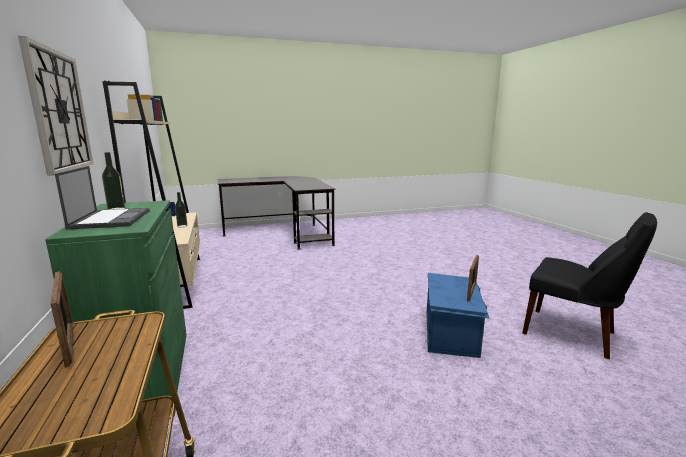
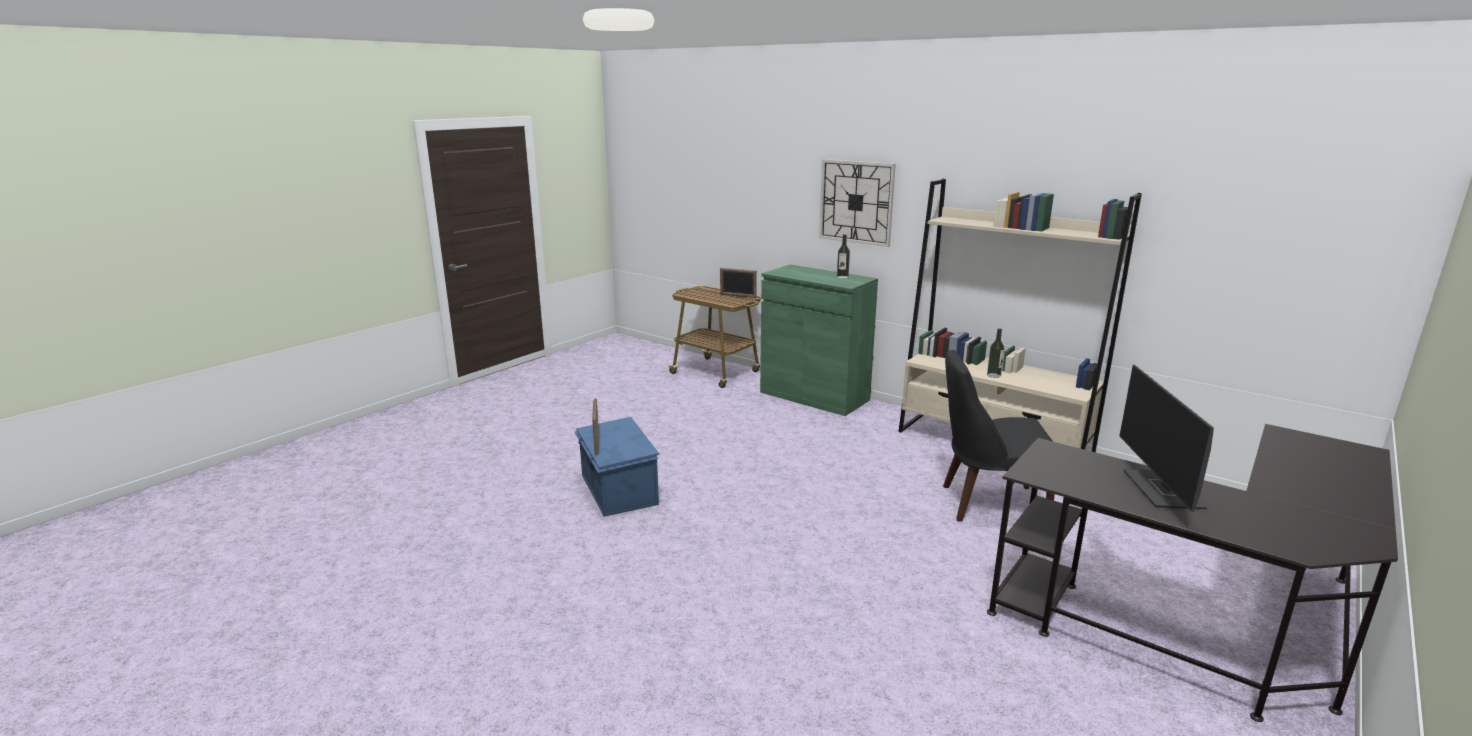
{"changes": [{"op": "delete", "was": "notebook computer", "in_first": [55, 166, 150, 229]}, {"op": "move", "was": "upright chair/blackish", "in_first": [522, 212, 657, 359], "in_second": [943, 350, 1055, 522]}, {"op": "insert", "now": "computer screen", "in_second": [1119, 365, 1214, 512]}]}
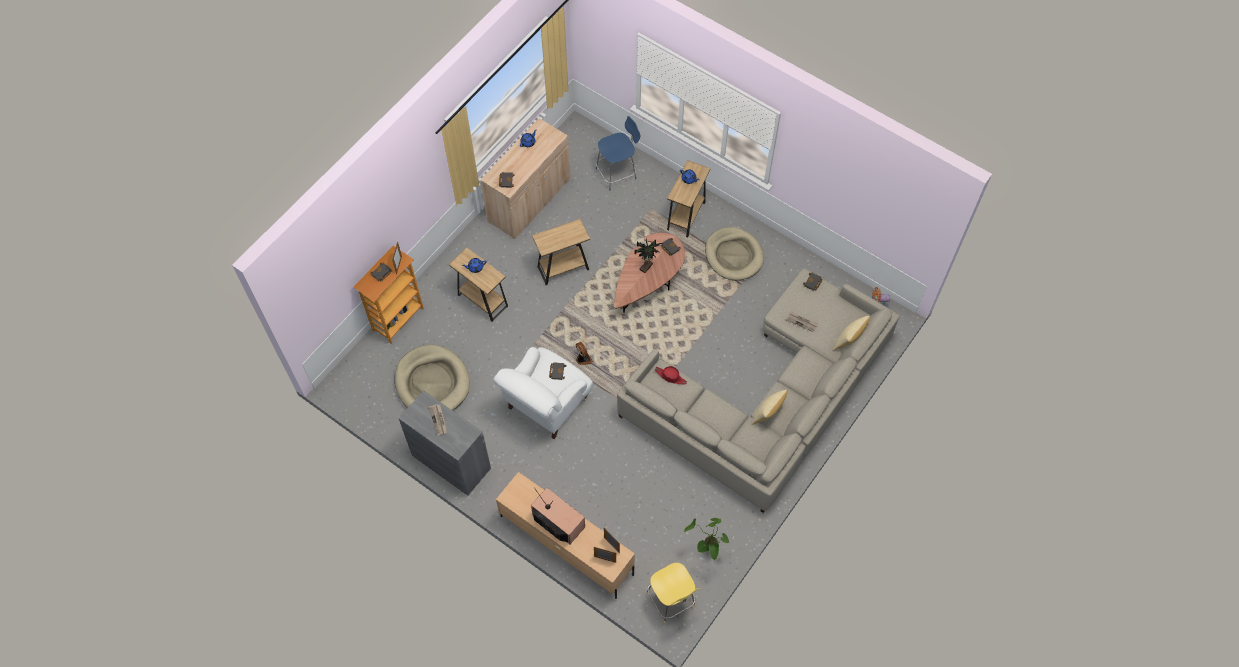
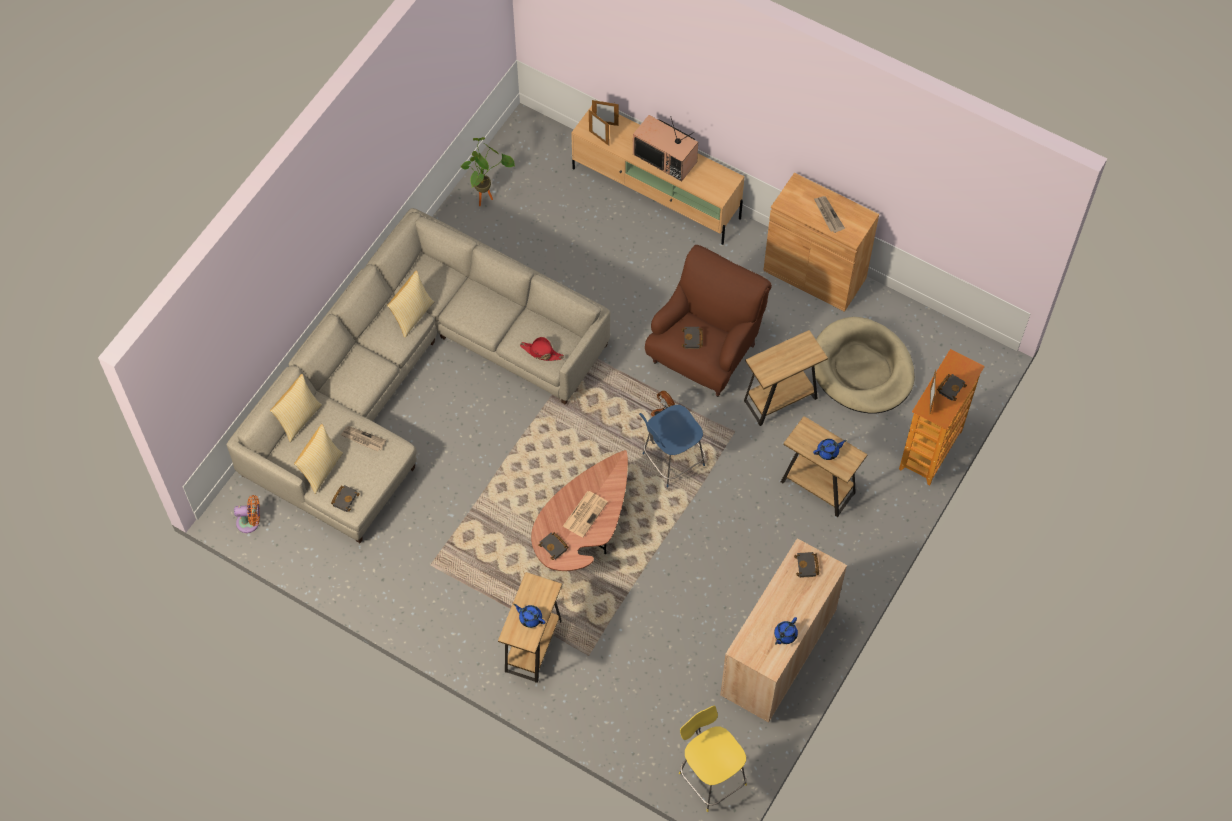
{"changes": [{"op": "move", "was": "sitting stool/blue", "in_first": [596, 116, 640, 190], "in_second": [639, 405, 705, 488]}, {"op": "move", "was": "accent table/brown", "in_first": [532, 219, 590, 285], "in_second": [744, 330, 828, 426]}, {"op": "delete", "was": "dog cushion/sand-coloured", "in_first": [705, 227, 764, 280]}, {"op": "replace", "was": "houseplant", "now": "daily paper", "in_first": [634, 240, 662, 273], "in_second": [563, 491, 608, 538]}, {"op": "recolor", "was": "lounge chair/white-coloured", "now": "lounge chair/brown", "in_first": [493, 347, 593, 439], "in_second": [645, 245, 772, 397]}, {"op": "recolor", "was": "storage cabinet/gray", "now": "storage cabinet/brown", "in_first": [398, 390, 491, 496], "in_second": [763, 172, 879, 312]}, {"op": "move", "was": "sitting stool/yellow", "in_first": [647, 563, 700, 623], "in_second": [679, 706, 747, 812]}, {"op": "insert", "now": "pillow", "in_second": [294, 424, 343, 494]}]}
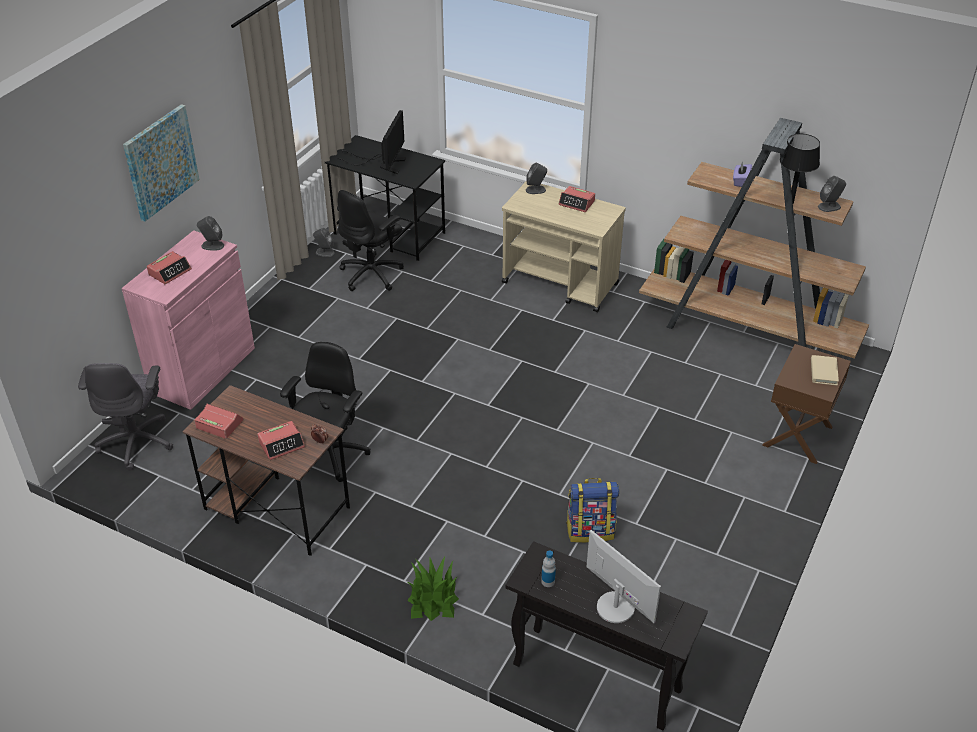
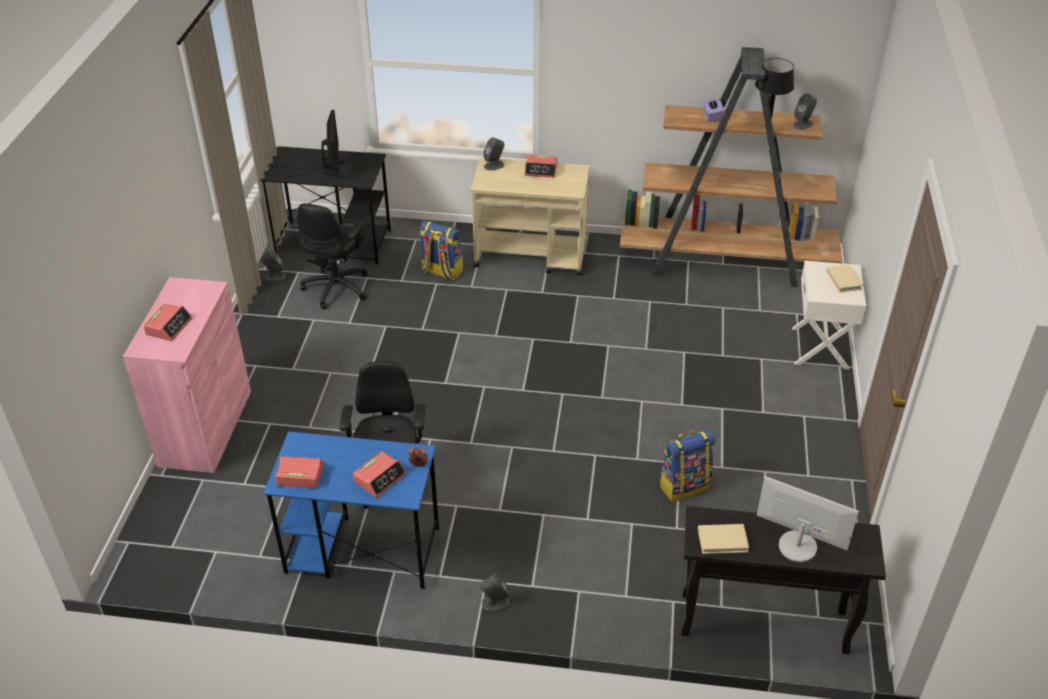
{"changes": [{"op": "delete", "was": "wall art", "in_first": [123, 104, 199, 222]}, {"op": "move", "was": "audio speaker/gray", "in_first": [197, 216, 224, 251], "in_second": [480, 573, 510, 611]}, {"op": "recolor", "was": "bedside table/brown", "now": "bedside table/white-coloured", "in_first": [762, 344, 851, 464], "in_second": [792, 261, 866, 369]}, {"op": "delete", "was": "office chair/gray", "in_first": [78, 363, 173, 471]}, {"op": "recolor", "was": "desk table/brown", "now": "desk table/blue", "in_first": [182, 385, 350, 556], "in_second": [263, 431, 439, 589]}, {"op": "replace", "was": "bottle", "now": "book/sand-coloured", "in_first": [541, 550, 556, 587], "in_second": [698, 524, 749, 554]}, {"op": "delete", "was": "houseplant", "in_first": [407, 557, 459, 621]}, {"op": "insert", "now": "backpack", "in_second": [420, 221, 463, 281]}]}
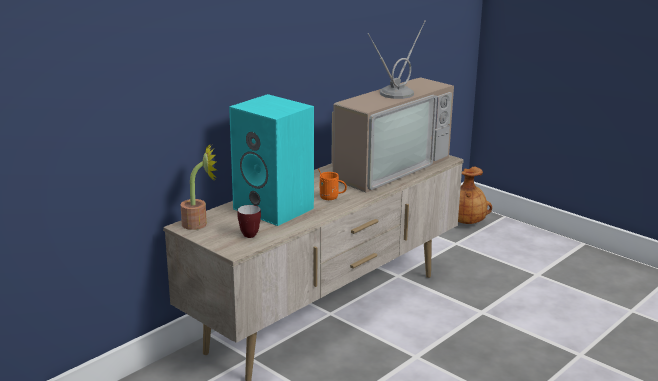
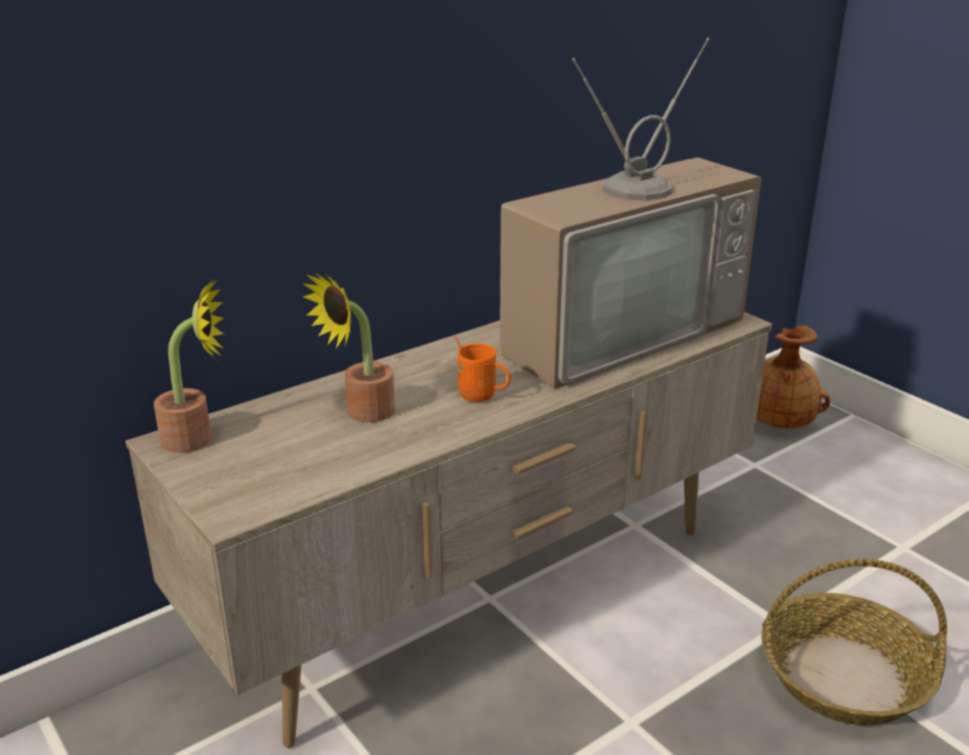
{"changes": [{"op": "replace", "was": "audio speaker/turquoise-coloured", "now": "houseplant", "in_first": [229, 94, 314, 226], "in_second": [303, 272, 395, 423]}, {"op": "delete", "was": "mug", "in_first": [237, 205, 261, 238]}, {"op": "insert", "now": "household basket", "in_second": [761, 559, 947, 725]}]}
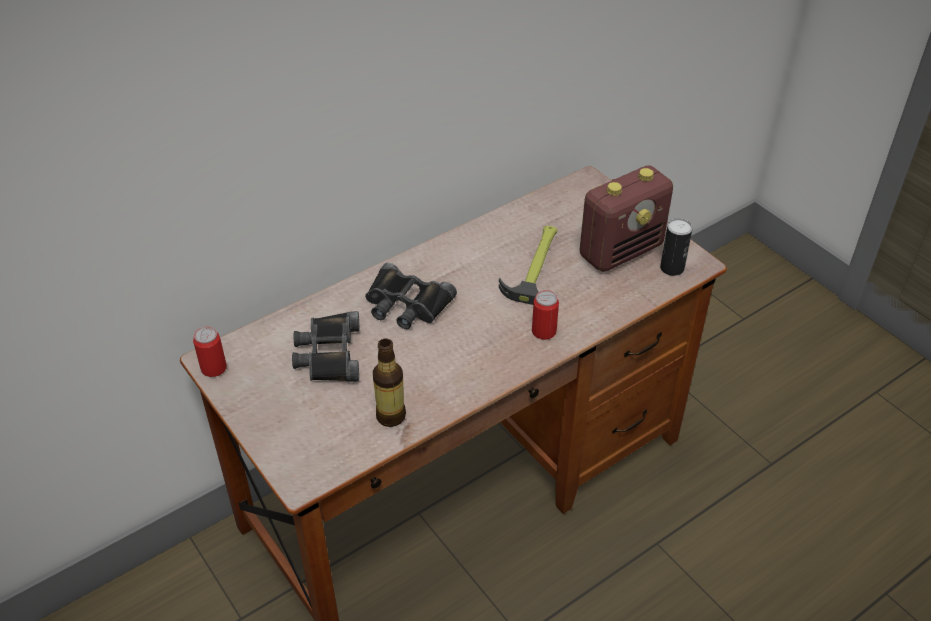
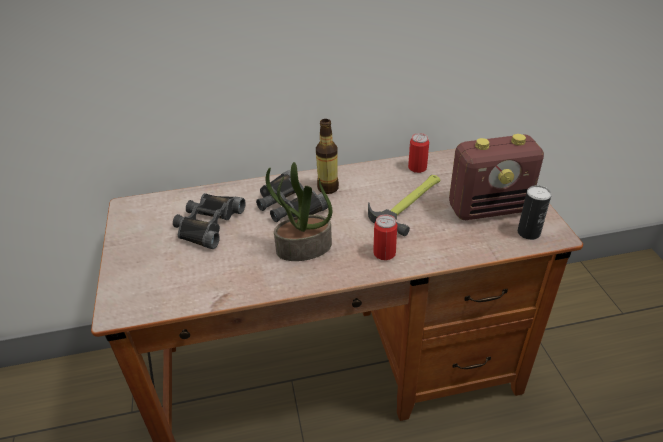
{"changes": [{"op": "move", "was": "sealed can", "in_first": [193, 326, 227, 377], "in_second": [408, 133, 429, 173]}, {"op": "move", "was": "bottle", "in_first": [373, 339, 406, 427], "in_second": [316, 119, 339, 194]}, {"op": "insert", "now": "houseplant", "in_second": [266, 162, 332, 261]}]}
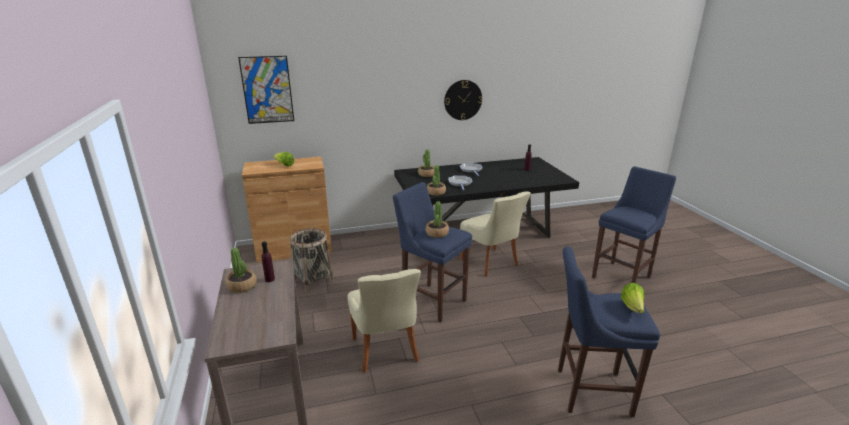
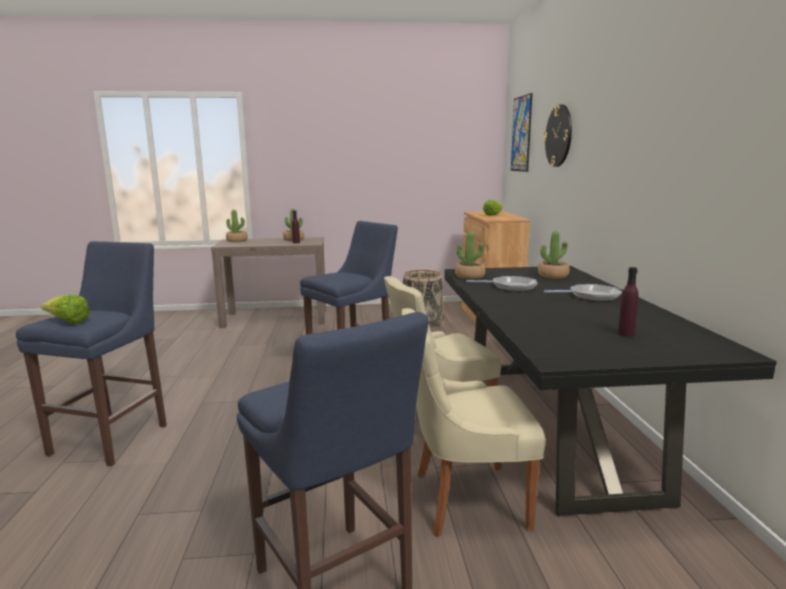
{"changes": [{"op": "move", "was": "hanging clock", "in_first": [444, 80, 482, 120], "in_second": [543, 104, 572, 167]}, {"op": "move", "was": "houseplant", "in_first": [426, 201, 449, 238], "in_second": [226, 210, 248, 242]}, {"op": "move", "was": "upright chair/sand-coloured", "in_first": [348, 269, 421, 373], "in_second": [401, 308, 546, 537]}]}
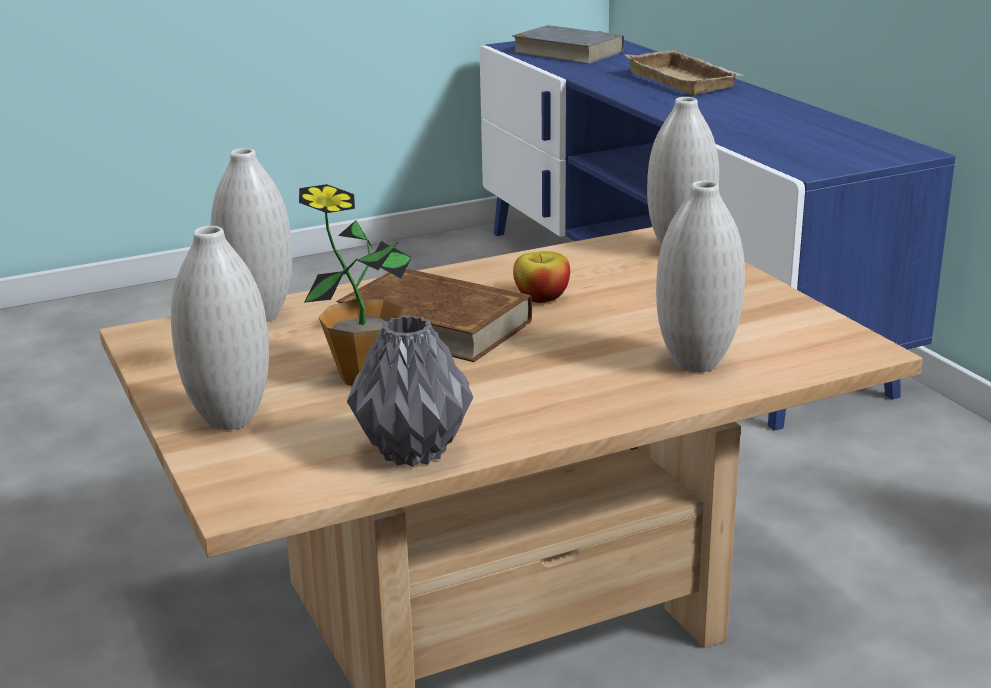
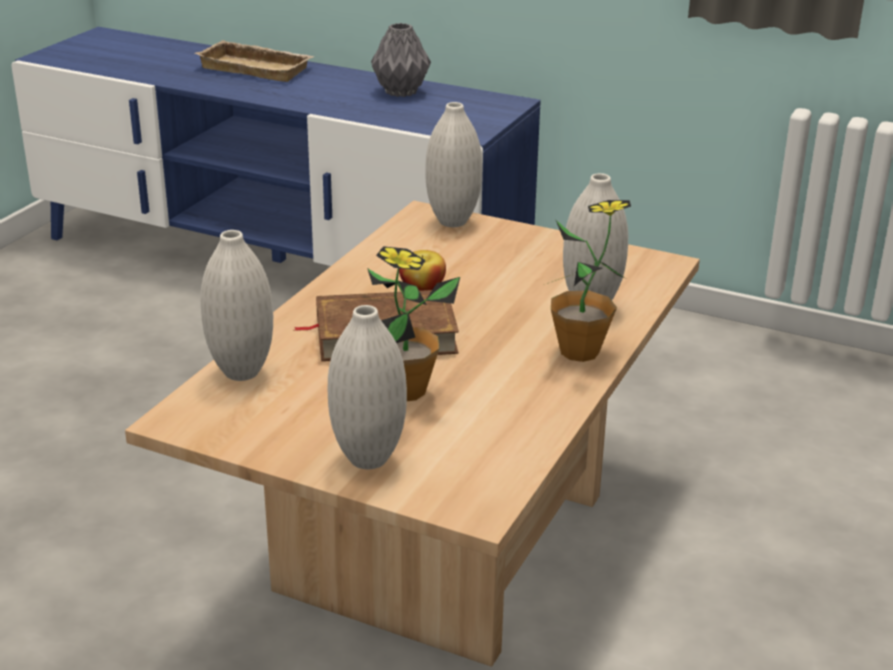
{"changes": [{"op": "delete", "was": "book/gray", "in_first": [512, 25, 624, 64]}, {"op": "move", "was": "vase/gray", "in_first": [347, 315, 473, 467], "in_second": [371, 23, 431, 97]}, {"op": "insert", "now": "houseplant", "in_second": [544, 200, 631, 362]}]}
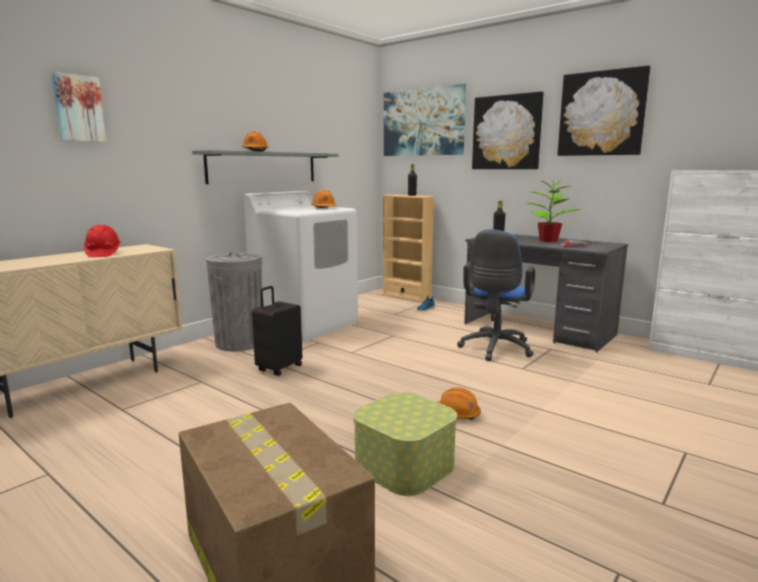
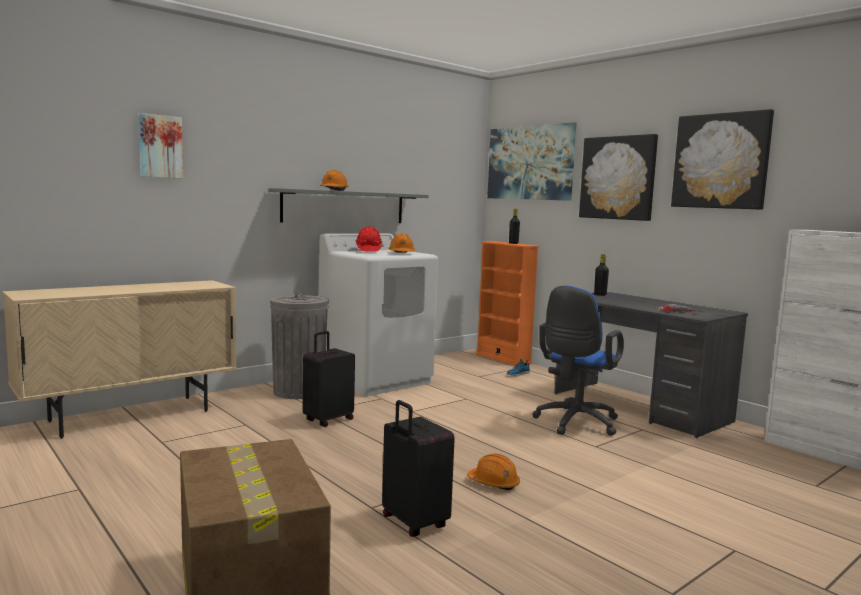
{"changes": [{"op": "delete", "was": "houseplant", "in_first": [529, 180, 582, 242]}, {"op": "recolor", "was": "bookcase/sand-coloured", "now": "bookcase/orange", "in_first": [382, 194, 435, 302], "in_second": [476, 241, 539, 366]}, {"op": "move", "was": "hard hat/red-coloured", "in_first": [84, 225, 121, 257], "in_second": [356, 227, 382, 252]}, {"op": "replace", "was": "storage container", "now": "piece of luggage/blackish", "in_first": [353, 392, 457, 496], "in_second": [382, 400, 455, 537]}]}
